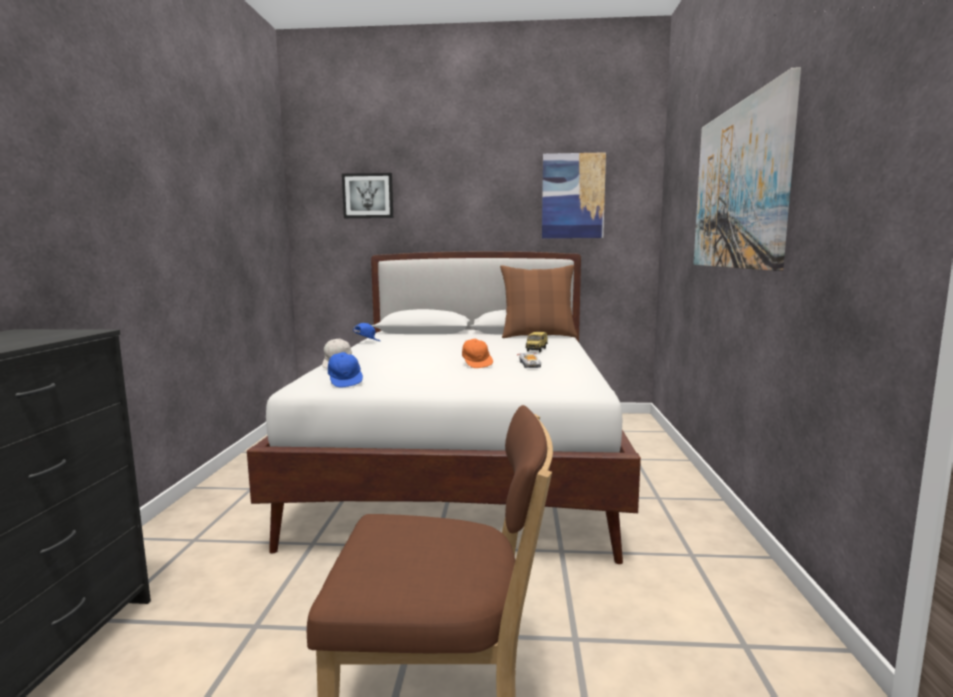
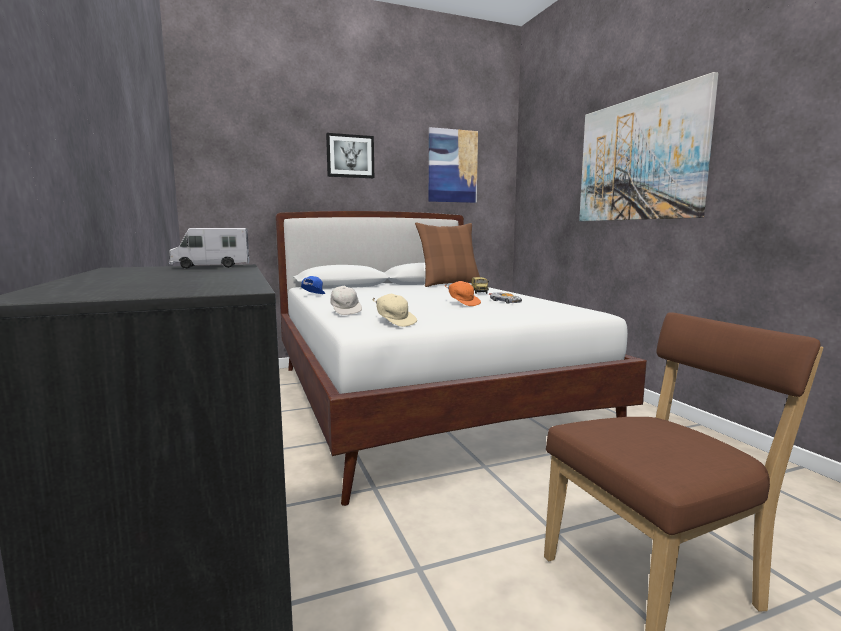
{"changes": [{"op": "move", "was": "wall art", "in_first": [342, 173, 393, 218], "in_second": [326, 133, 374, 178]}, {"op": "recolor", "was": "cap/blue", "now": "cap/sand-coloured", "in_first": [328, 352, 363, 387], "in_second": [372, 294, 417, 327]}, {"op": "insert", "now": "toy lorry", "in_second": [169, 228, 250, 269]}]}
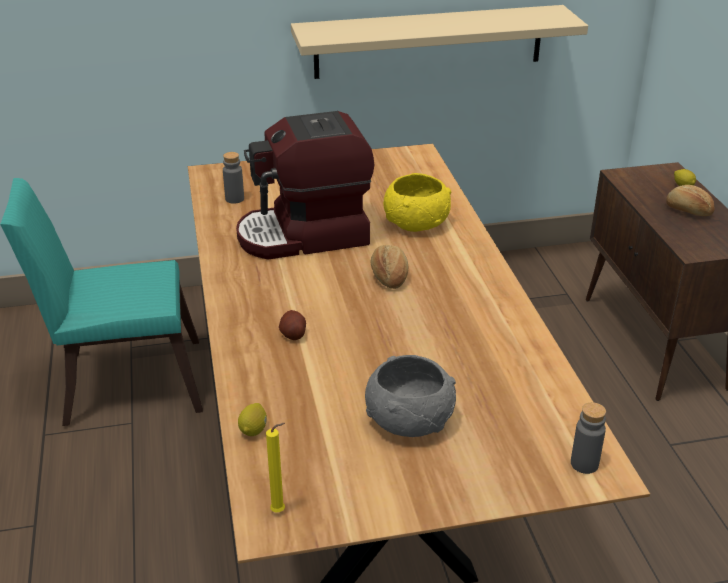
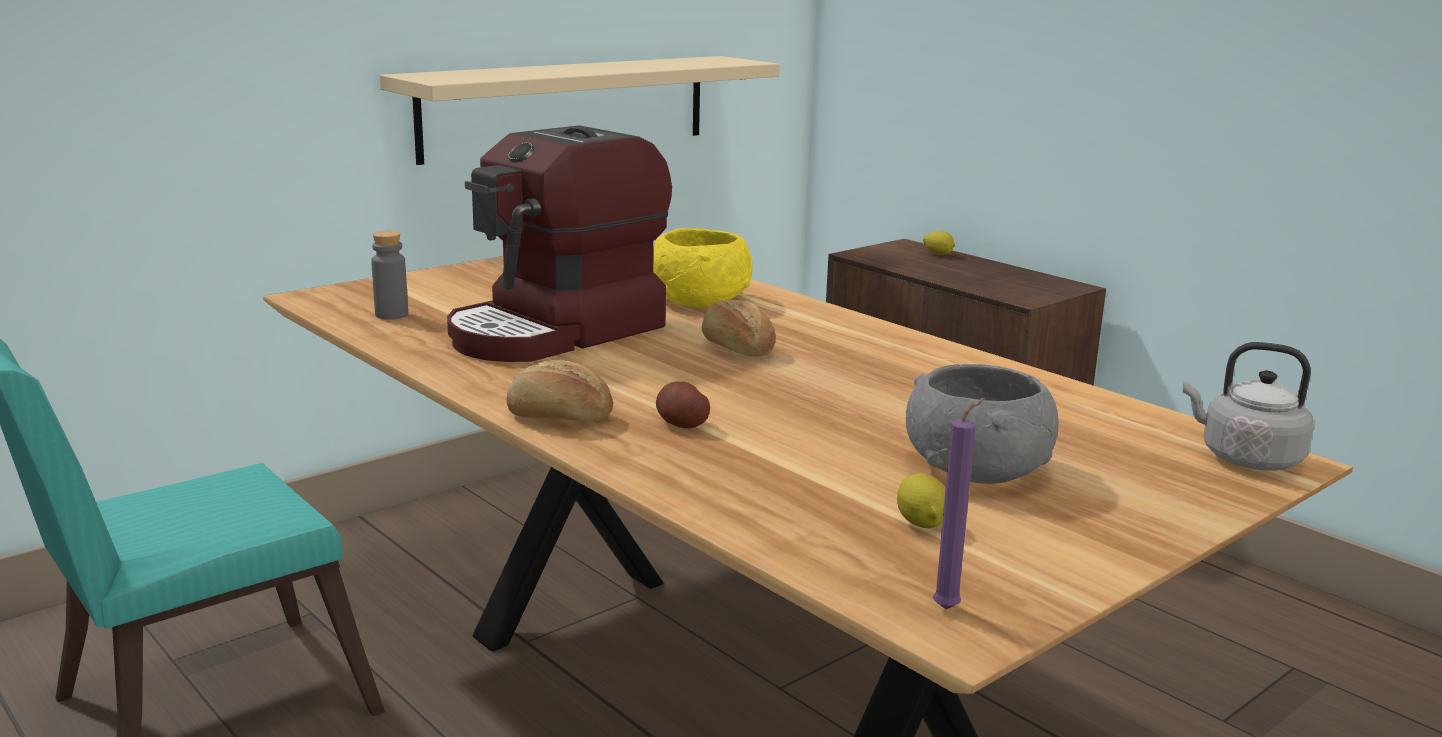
{"changes": [{"op": "move", "was": "bakery bread", "in_first": [666, 185, 715, 216], "in_second": [506, 360, 613, 421]}, {"op": "replace", "was": "bottle/gray", "now": "kettle/gray", "in_first": [571, 402, 606, 474], "in_second": [1182, 342, 1314, 471]}, {"op": "move", "was": "citrus fruit", "in_first": [238, 403, 267, 436], "in_second": [897, 473, 946, 529]}, {"op": "recolor", "was": "wax light/yellow", "now": "wax light/purple-coloured", "in_first": [266, 423, 285, 513], "in_second": [933, 397, 985, 609]}]}
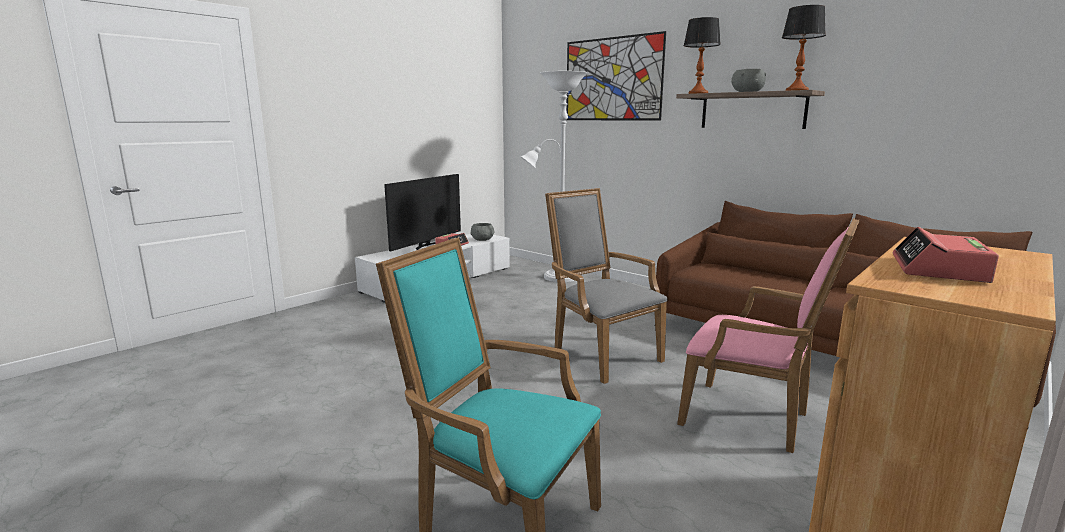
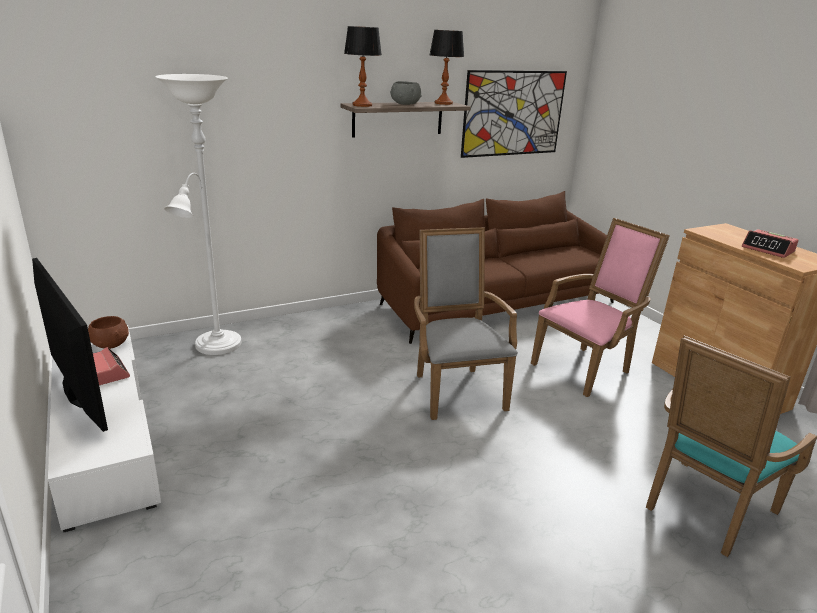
{"changes": [{"op": "move", "was": "wall art", "in_first": [566, 31, 666, 121], "in_second": [461, 70, 567, 158]}, {"op": "rotate", "was": "lounge chair/gray", "in_first": [545, 188, 668, 384], "in_second": [414, 227, 518, 420], "clockwise": 90}, {"op": "recolor", "was": "bowl/gray", "now": "bowl/brown", "in_first": [470, 223, 494, 241], "in_second": [88, 316, 129, 349]}]}
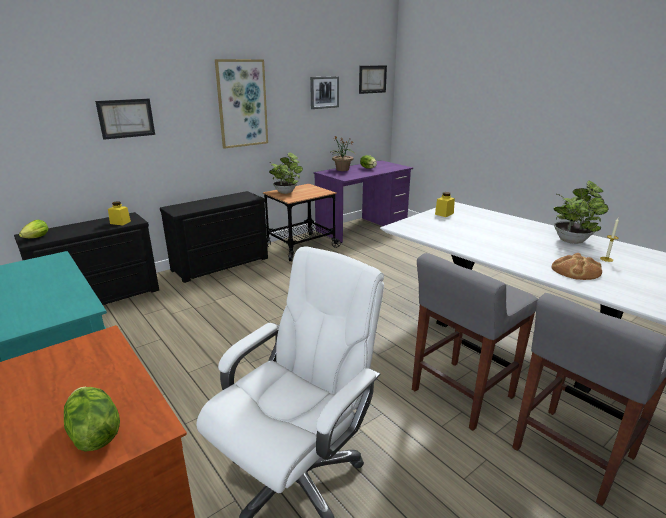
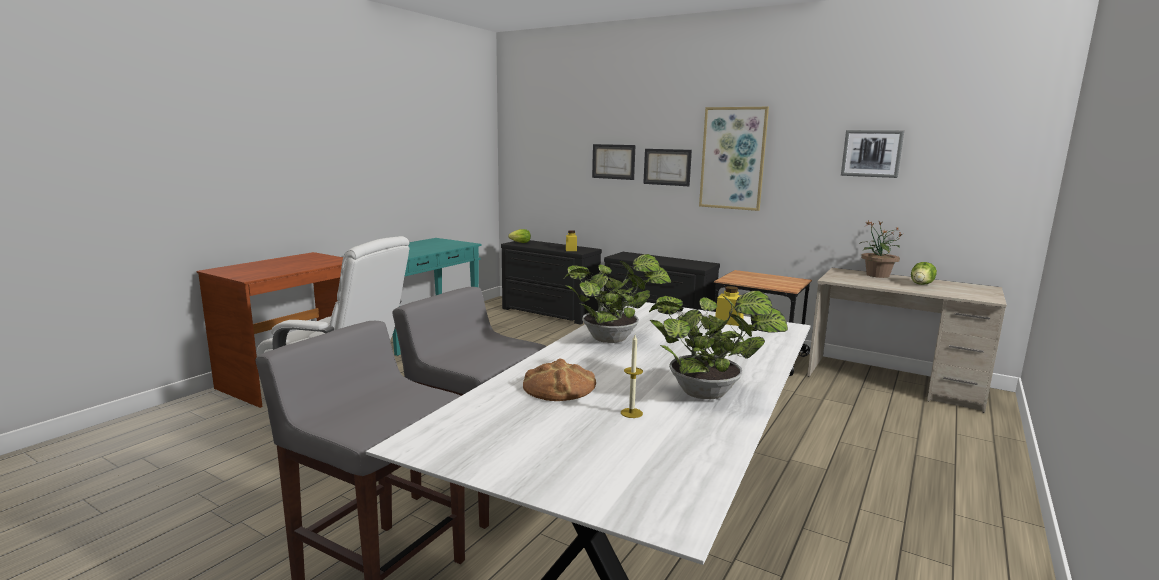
{"changes": [{"op": "move", "was": "wall art", "in_first": [359, 65, 387, 94], "in_second": [643, 149, 692, 186]}, {"op": "move", "was": "houseplant", "in_first": [269, 152, 303, 194], "in_second": [564, 254, 671, 343]}, {"op": "recolor", "was": "desk table/purple-coloured", "now": "desk table/sand-coloured", "in_first": [314, 160, 413, 243], "in_second": [807, 268, 1007, 413]}, {"op": "delete", "was": "lettuce head", "in_first": [64, 387, 120, 452]}]}
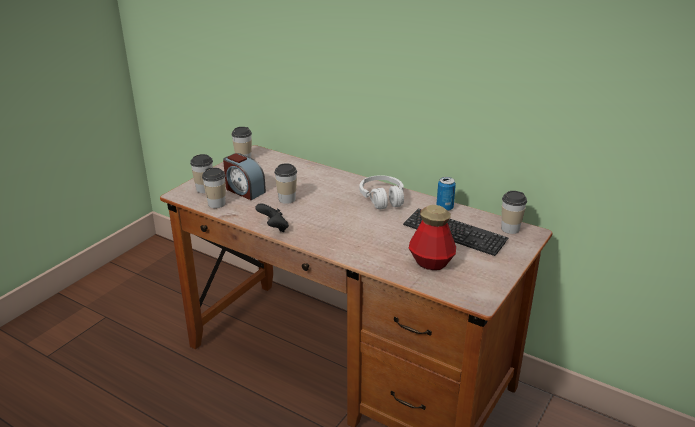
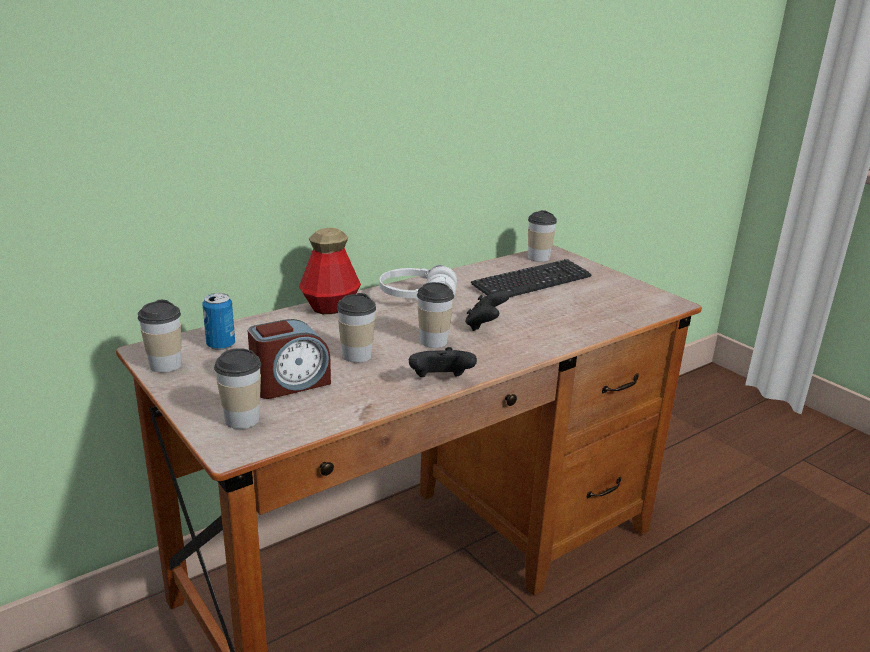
{"changes": [{"op": "move", "was": "small cup", "in_first": [202, 168, 226, 208], "in_second": [417, 282, 454, 348]}, {"op": "move", "was": "sealed can", "in_first": [436, 177, 456, 211], "in_second": [202, 293, 235, 350]}, {"op": "move", "was": "bottle", "in_first": [409, 205, 456, 270], "in_second": [299, 228, 361, 314]}, {"op": "insert", "now": "gamepad/blackish", "in_second": [465, 290, 510, 331]}]}
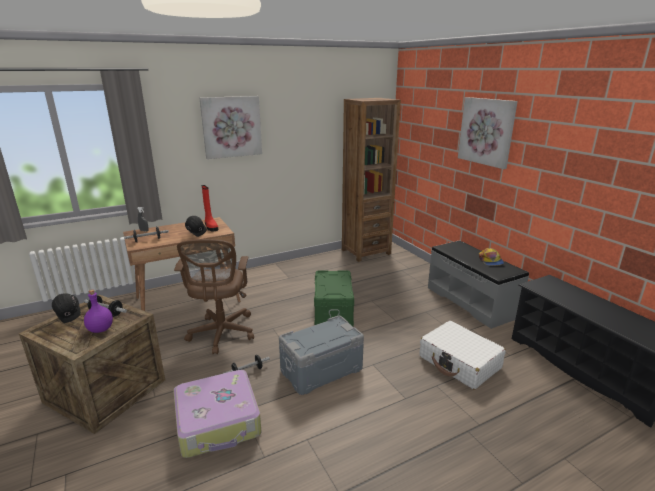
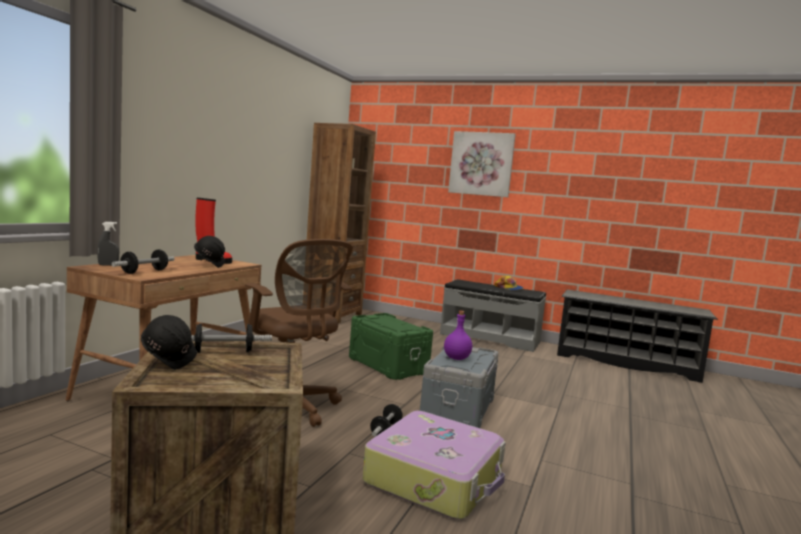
{"changes": [{"op": "delete", "was": "wall art", "in_first": [200, 96, 262, 159]}, {"op": "move", "was": "bottle/purple-coloured", "in_first": [84, 290, 113, 333], "in_second": [444, 311, 472, 360]}, {"op": "delete", "was": "piece of luggage/white-coloured", "in_first": [420, 321, 506, 390]}]}
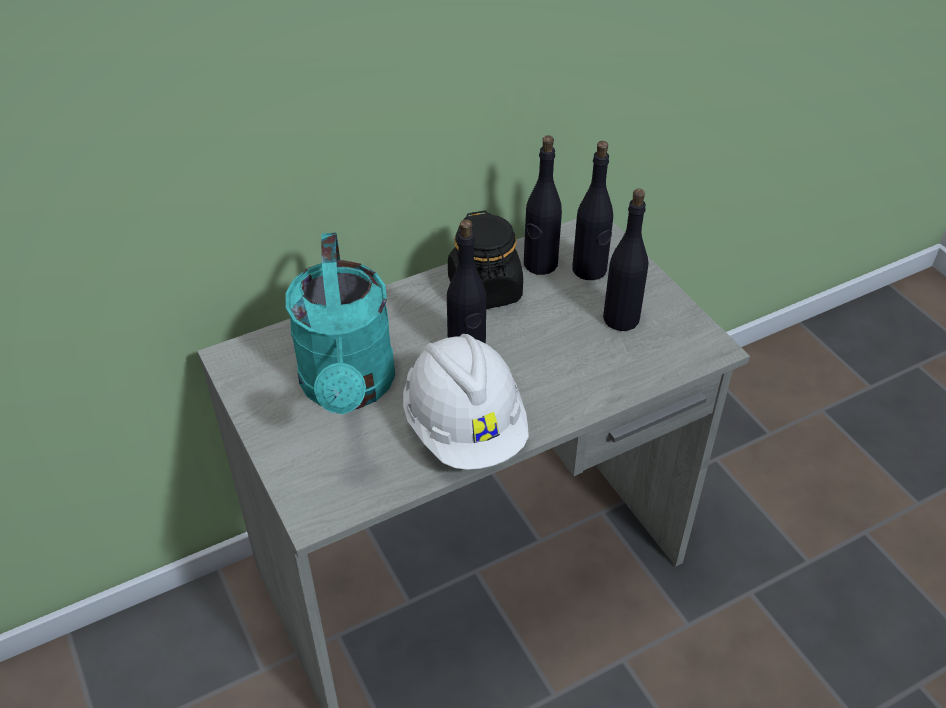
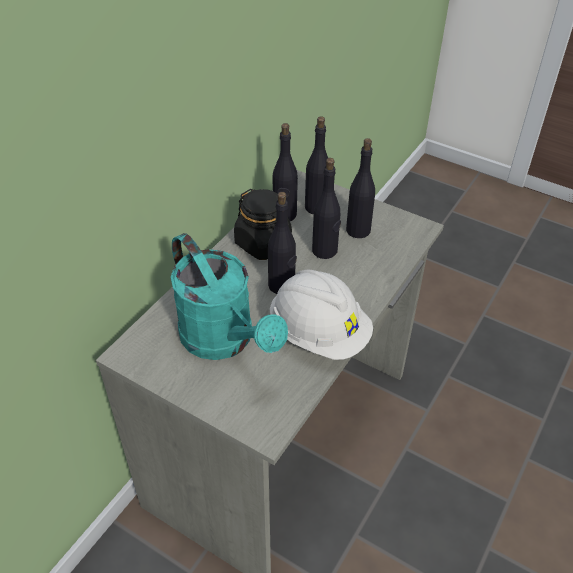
{"changes": [{"op": "insert", "now": "bottle/blackish", "in_second": [312, 158, 341, 259]}]}
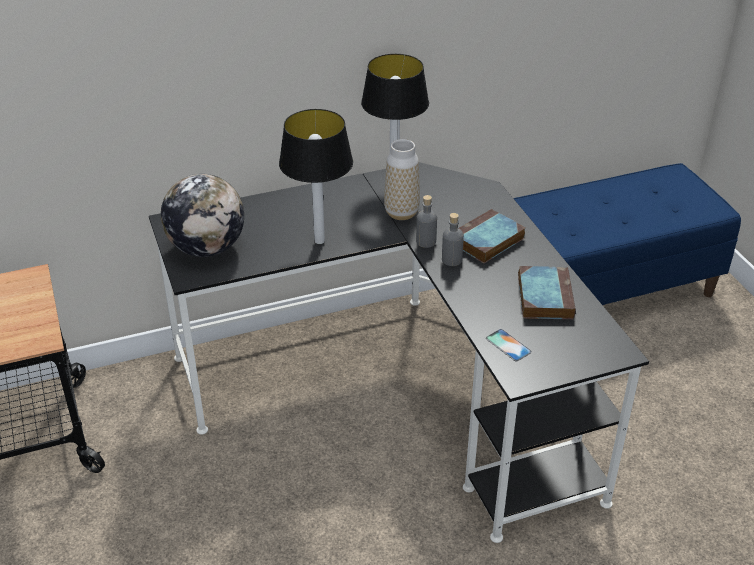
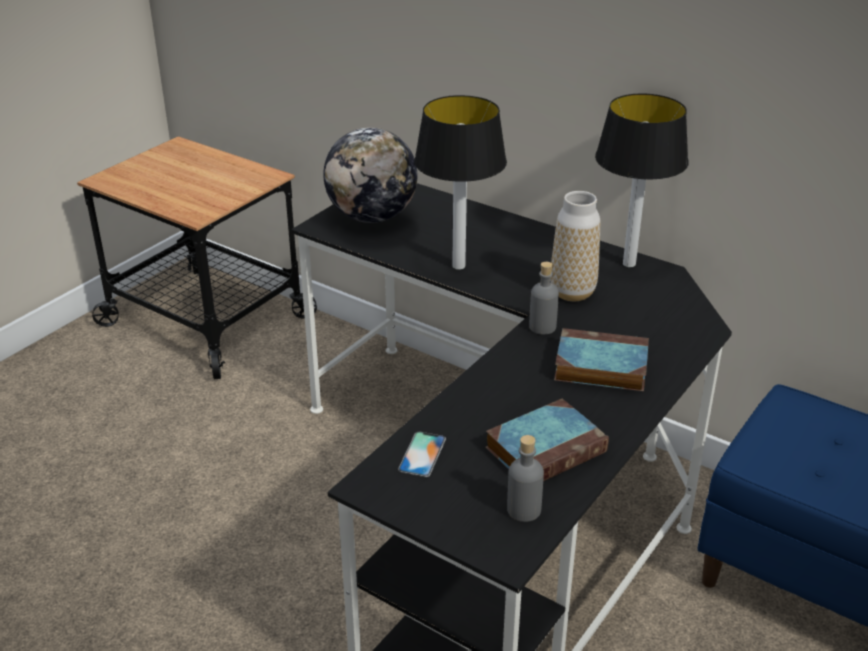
{"changes": [{"op": "move", "was": "bottle/gray", "in_first": [442, 213, 464, 266], "in_second": [507, 435, 544, 522]}]}
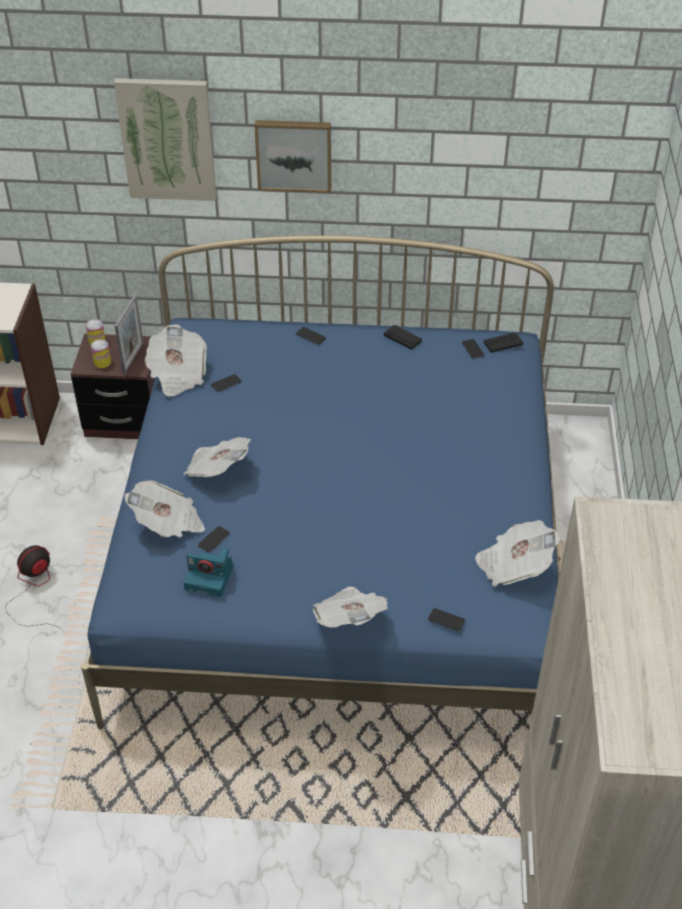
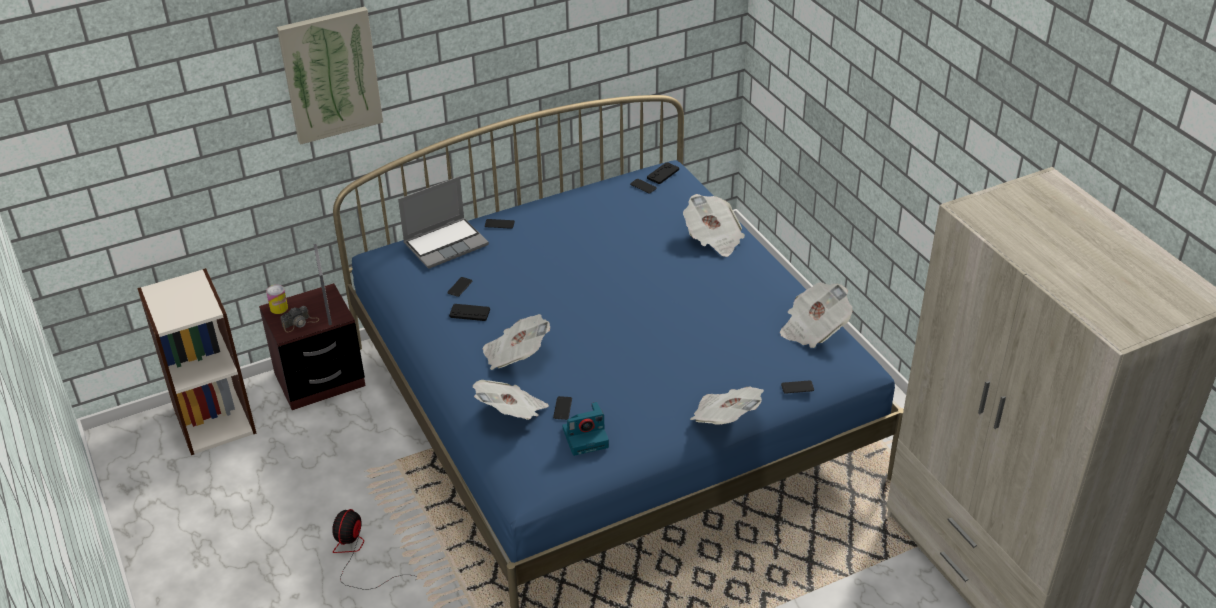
{"changes": [{"op": "delete", "was": "wall art", "in_first": [254, 120, 331, 193]}, {"op": "move", "was": "daily paper", "in_first": [144, 324, 207, 397], "in_second": [683, 194, 745, 257]}, {"op": "move", "was": "gamepad/blackish", "in_first": [384, 325, 422, 349], "in_second": [449, 304, 490, 321]}, {"op": "replace", "was": "sealed can", "now": "still camera", "in_first": [91, 339, 111, 368], "in_second": [280, 306, 319, 332]}, {"op": "insert", "now": "notebook computer", "in_second": [398, 176, 489, 269]}]}
